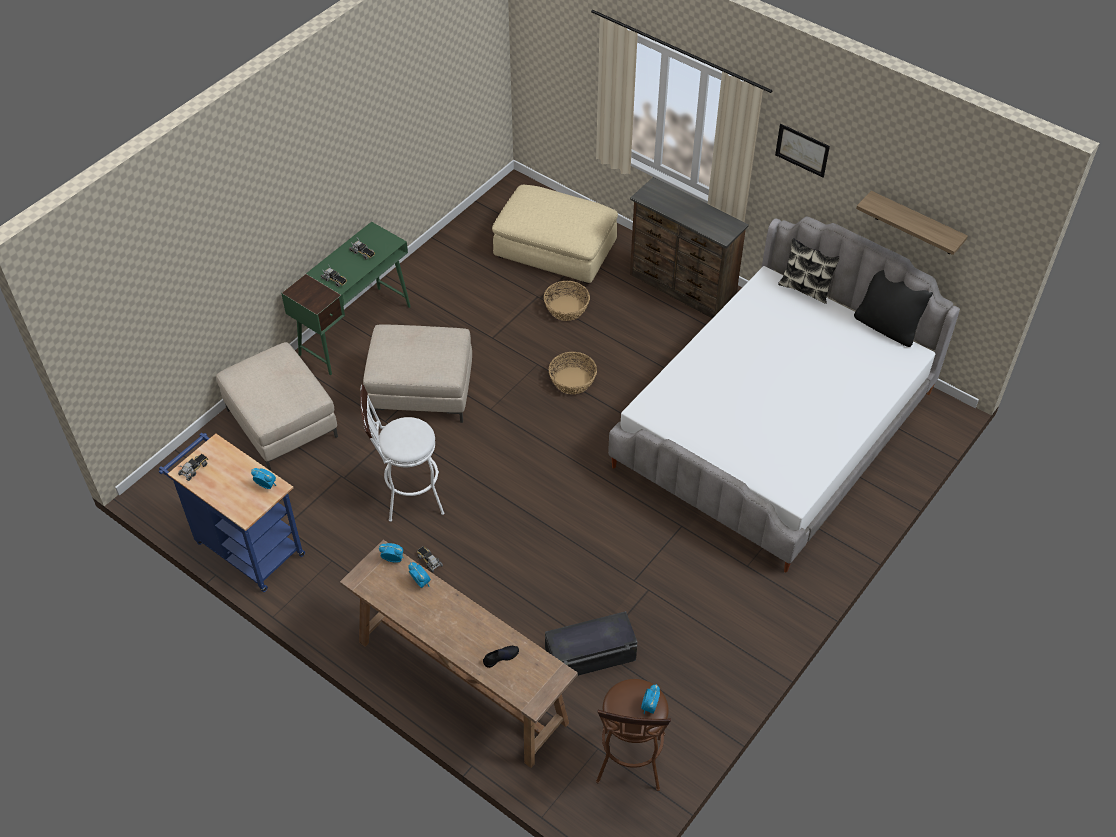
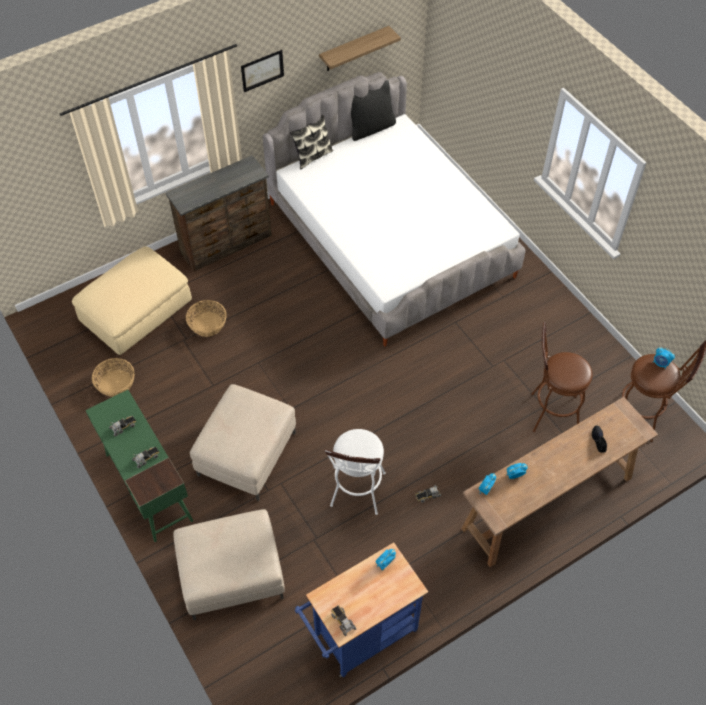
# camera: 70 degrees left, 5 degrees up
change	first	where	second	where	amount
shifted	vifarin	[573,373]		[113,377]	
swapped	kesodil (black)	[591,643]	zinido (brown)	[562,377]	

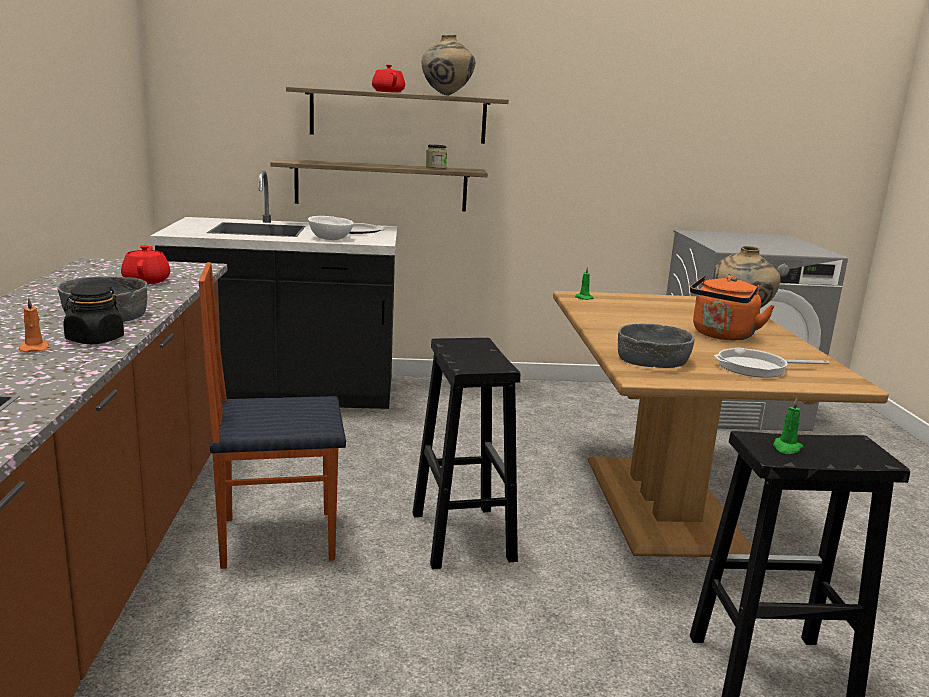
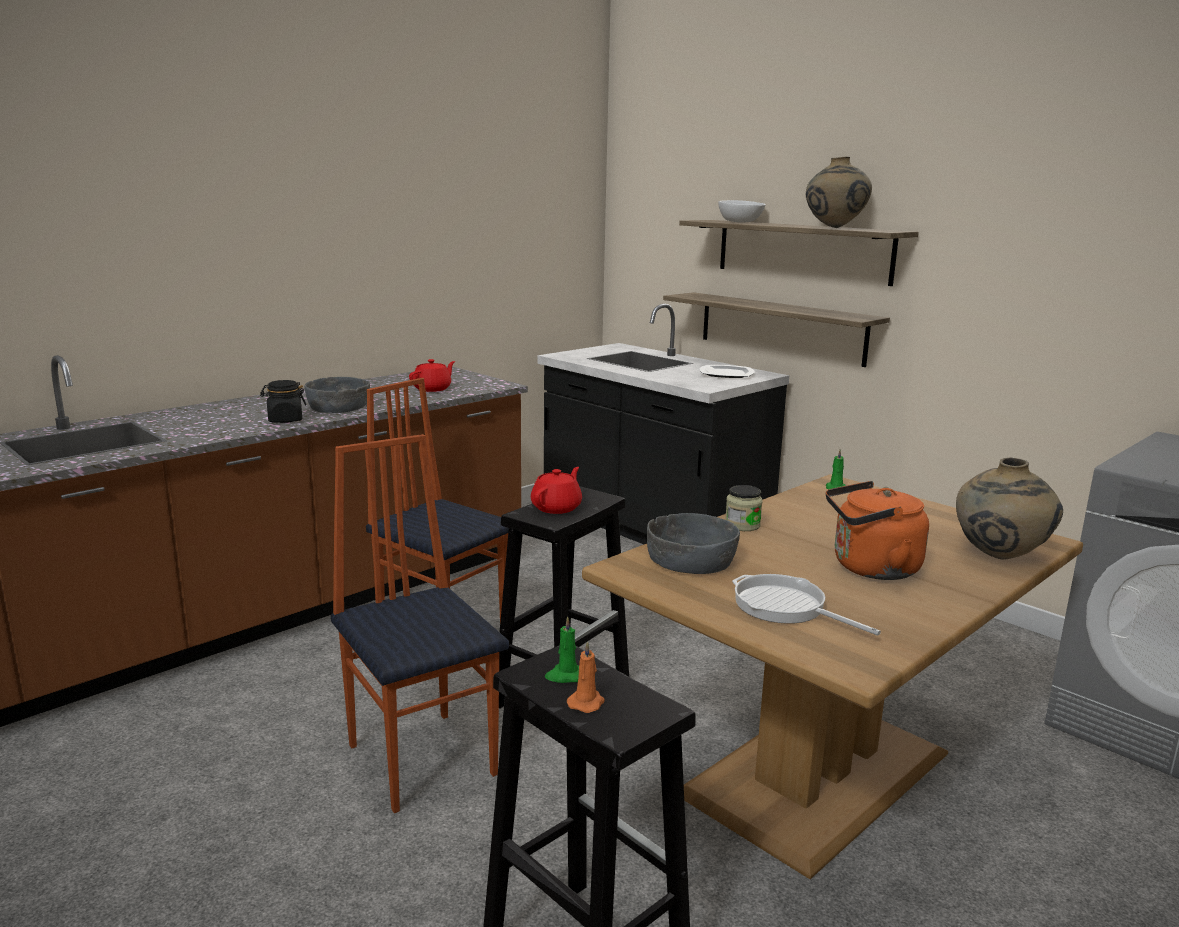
# camera: 50 degrees right, 0 degrees up
change	first	where	second	where	amount
new			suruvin	[420,623]	
shifted	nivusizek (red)	[388,79]		[556,490]	
shifted	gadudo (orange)	[33,324]		[586,677]	
shifted	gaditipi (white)	[331,228]		[742,211]	
shifted	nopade	[436,157]		[744,508]	

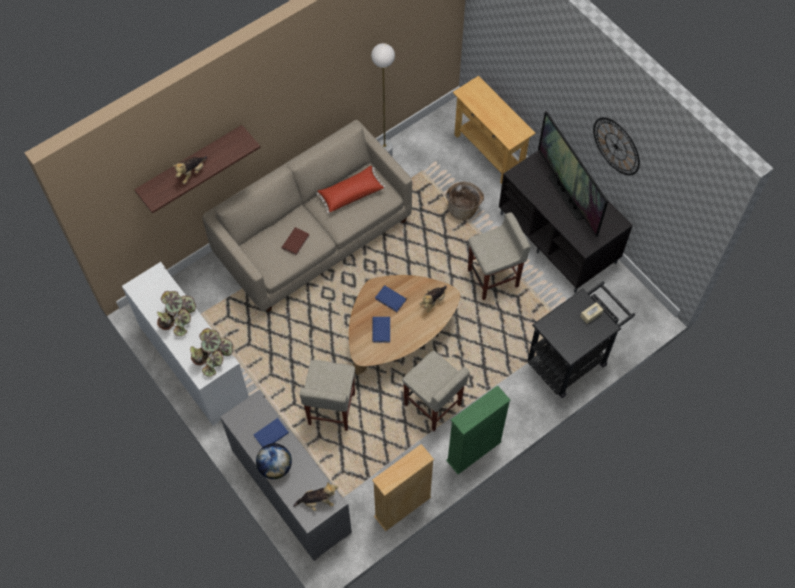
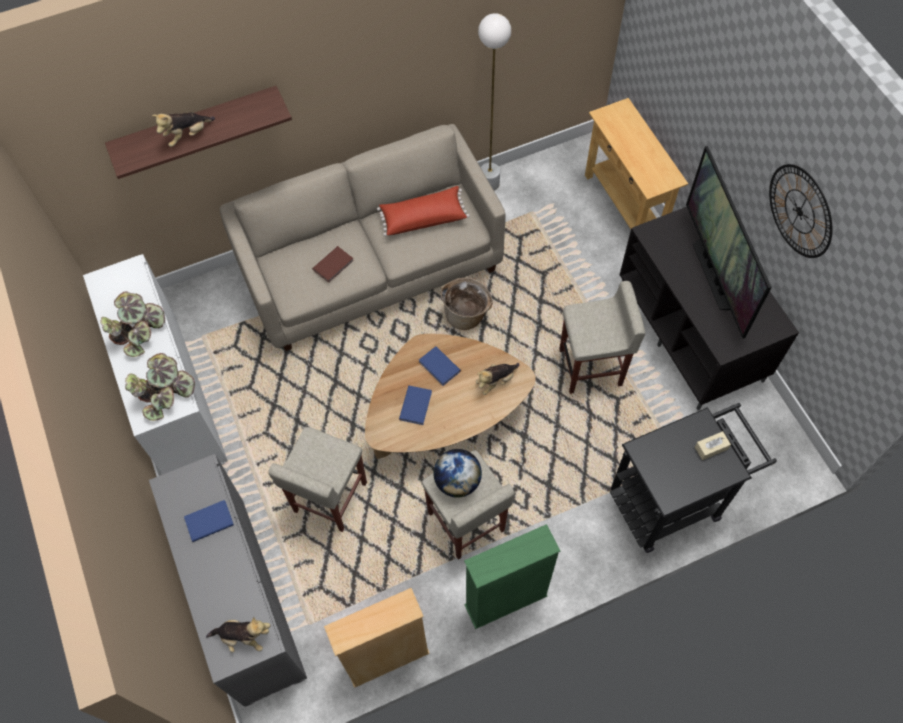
# camera: 15 degrees right, 0 degrees up
change	first	where	second	where	amount
shifted	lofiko	[274,461]		[457,473]	
shifted	vifarin	[465,201]		[467,304]	

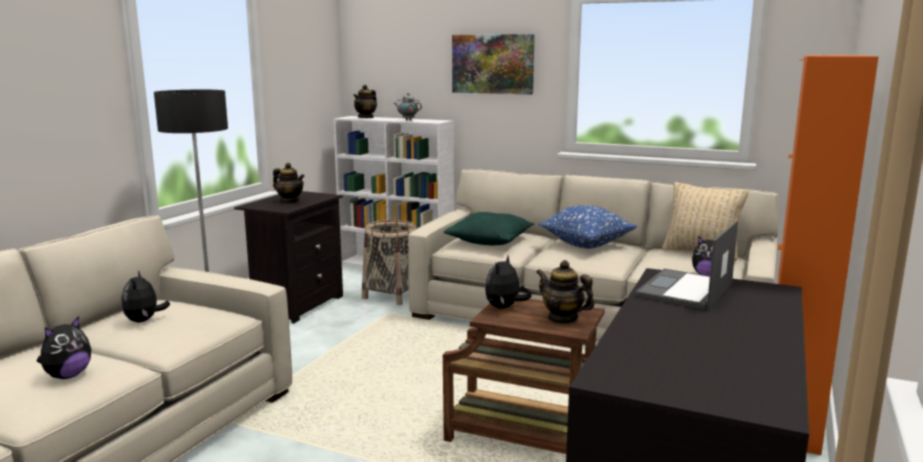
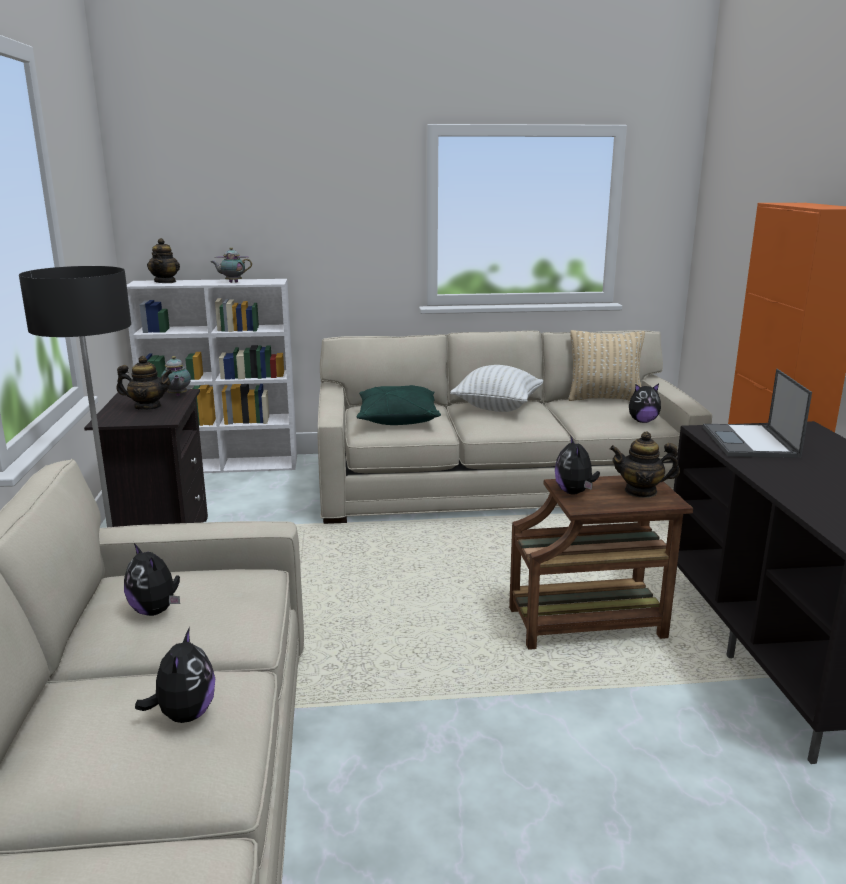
# camera: 30 degrees left, 5 degrees up
change	first	where	second	where	amount
new			nivusizek	[176,376]	
repainted	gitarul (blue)	[587,227]	gitarul (white)	[496,388]	
gone	vifarin	[389,262]			
gone	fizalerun	[493,64]			

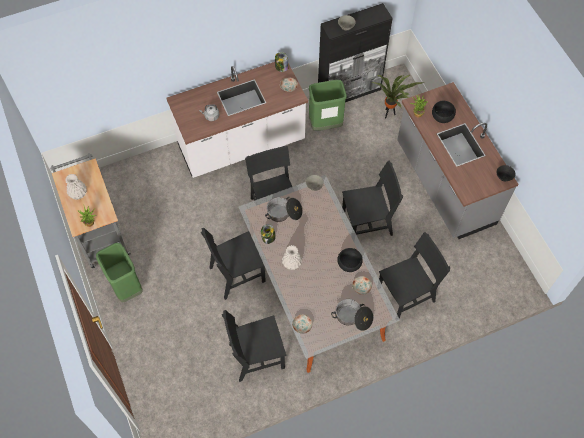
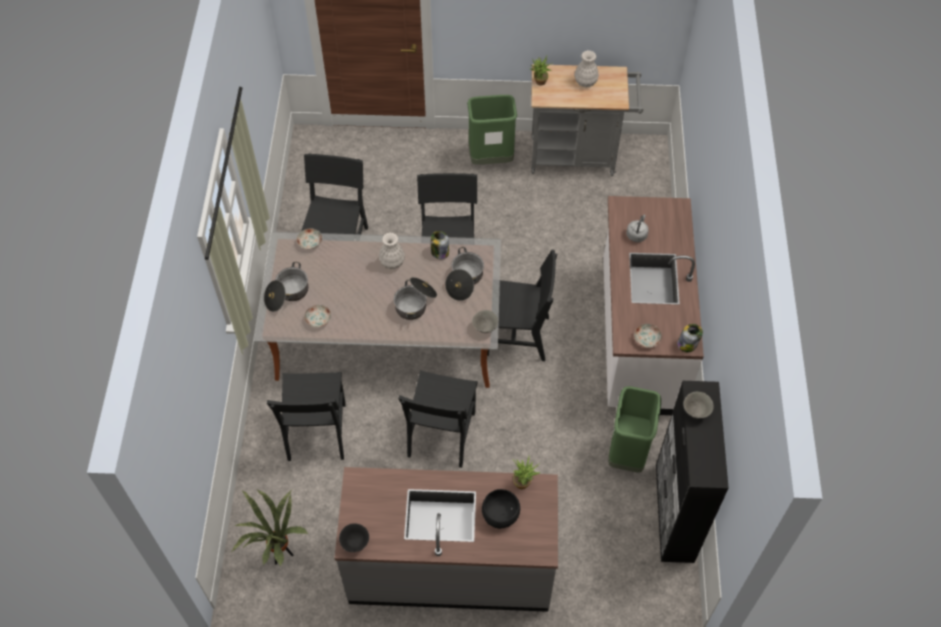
# camera: 115 degrees right, 5 degrees down
change	first	where	second	where	amount
shifted	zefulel	[397,97]		[270,528]	
new			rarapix	[415,298]	
gone	gaditipi (black)	[350,260]			

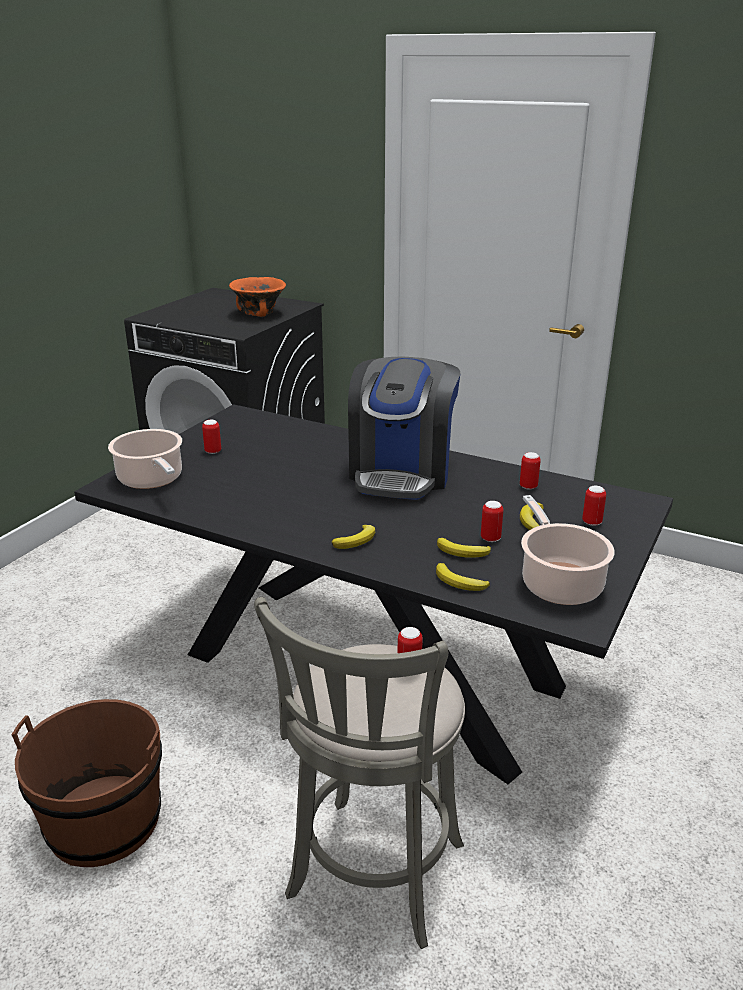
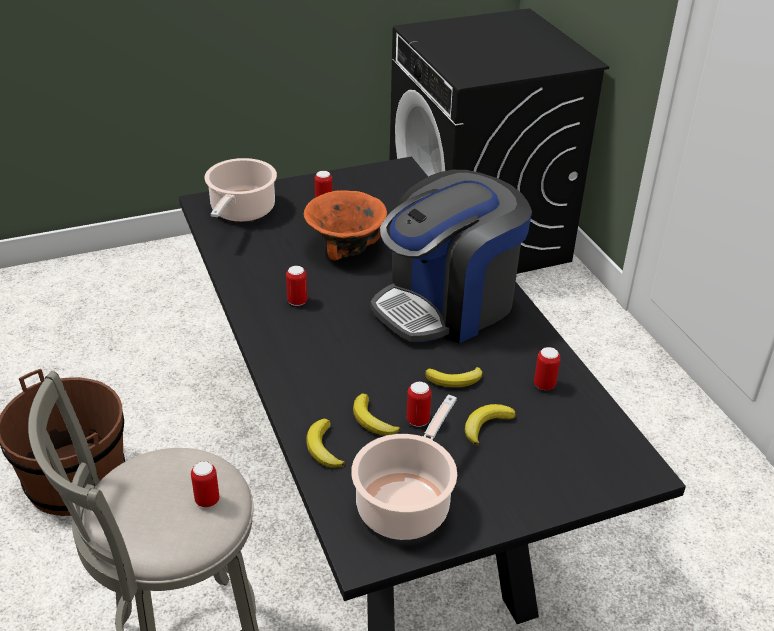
# camera: 40 degrees right, 10 degrees up
change	first	where	second	where	amount
shifted	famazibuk	[594,506]		[296,286]	
shifted	gaditipi (orange)	[257,297]		[345,225]	
shifted	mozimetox	[353,537]		[453,377]	

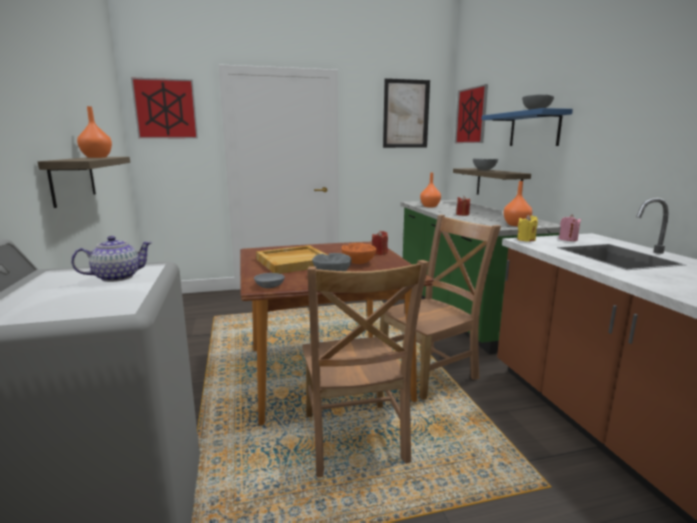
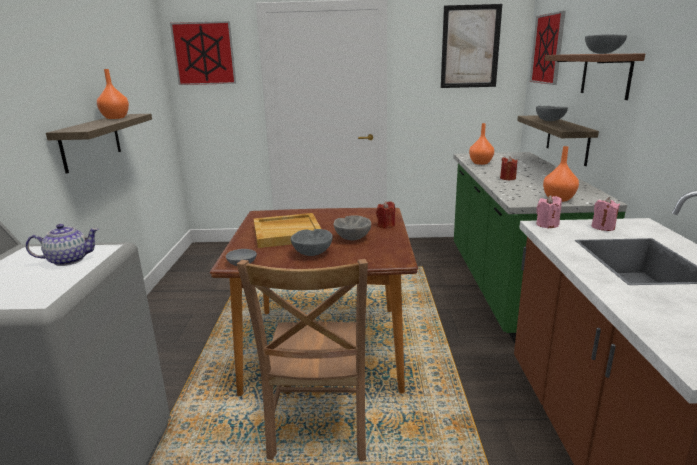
# camera: 15 degrees right, 5 degrees up
change	first	where	second	where	amount
repainted	gaditipi (orange)	[359,253]	gaditipi (grey)	[352,227]	
repainted	gadudo (yellow)	[527,228]	gadudo (pink)	[549,211]	
repainted	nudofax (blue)	[527,127]	nudofax (brown)	[595,77]	
gone	suruvin (brown)	[440,307]			

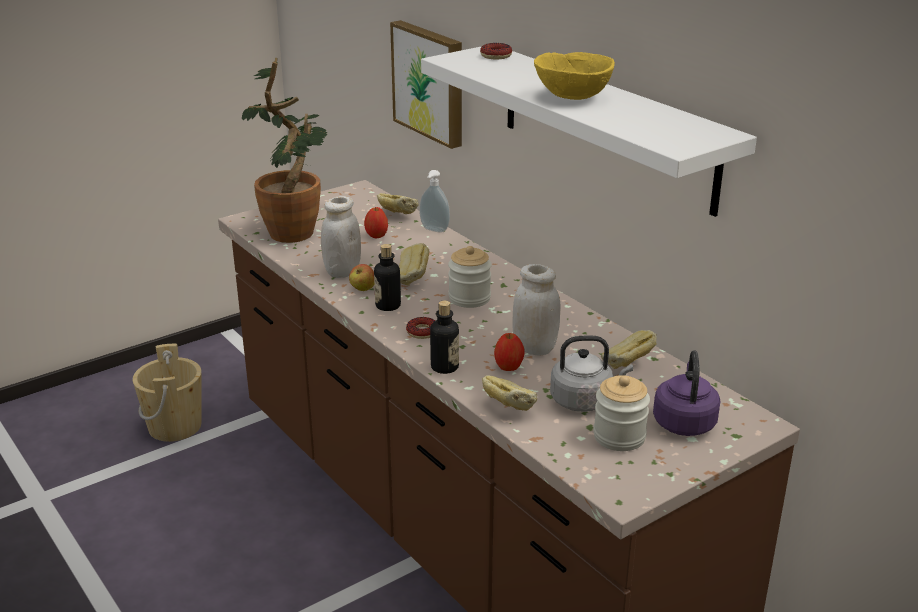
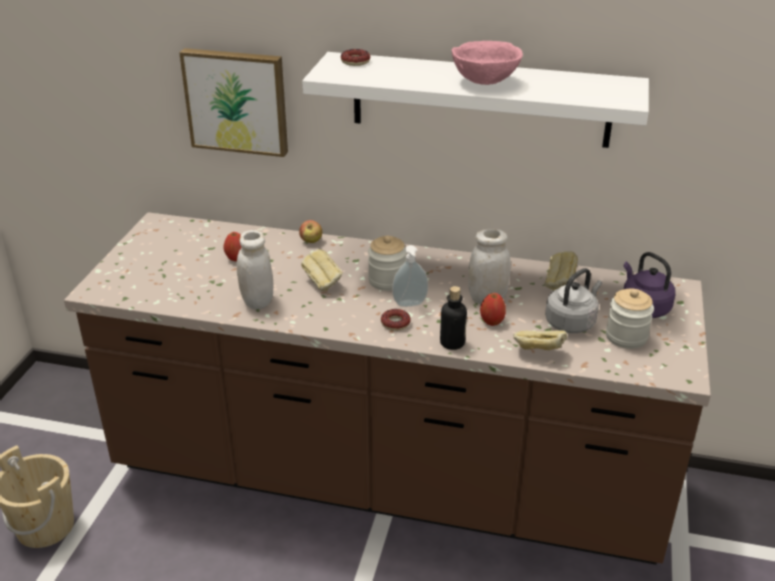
# camera: 40 degrees left, 5 degrees up
change	first	where	second	where	amount
shifted	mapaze	[361,277]		[310,231]	
shifted	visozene	[434,201]		[410,276]	
repainted	gaditipi (yellow)	[574,76]	gaditipi (pink)	[487,63]	
gone	zefulel	[285,150]			
gone	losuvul	[387,277]			
gone	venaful	[398,203]			

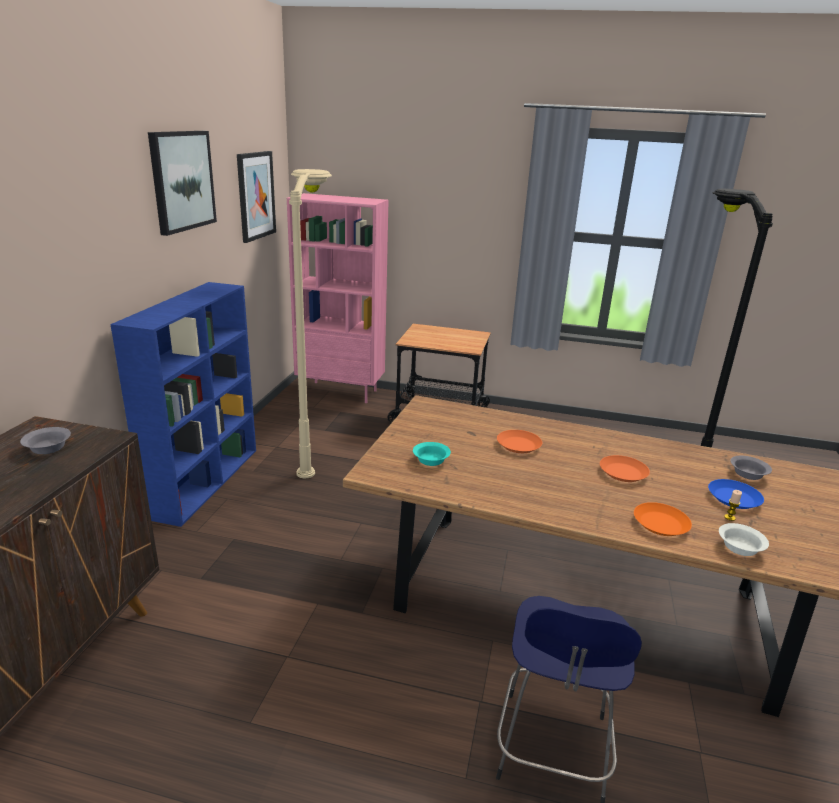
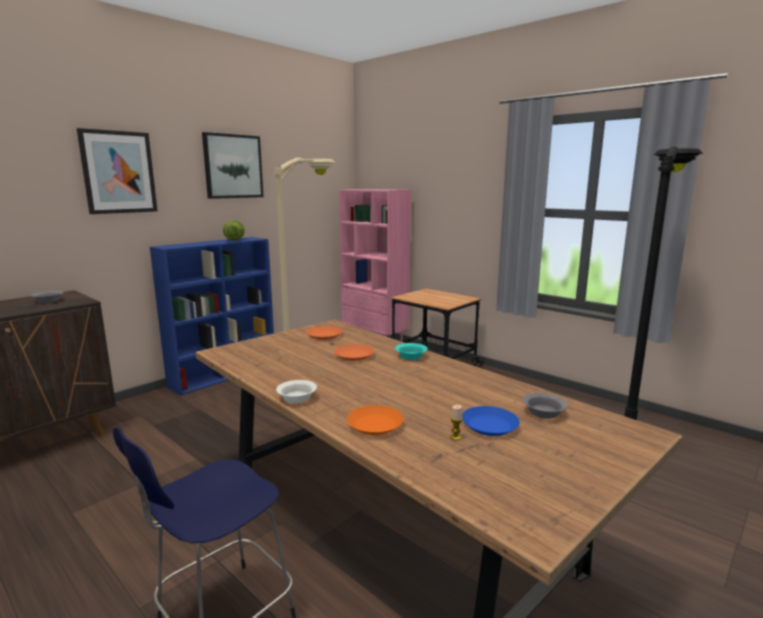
# camera: 30 degrees right, 10 degrees down
change	first	where	second	where	amount
shifted	fizalerun	[256,197]		[117,171]	
new			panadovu	[233,230]	
shifted	gaditipi (white)	[744,539]		[296,391]	
shifted	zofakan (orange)	[625,468]		[324,333]	
shifted	gaditipi (turquoise)	[432,454]		[411,351]	

